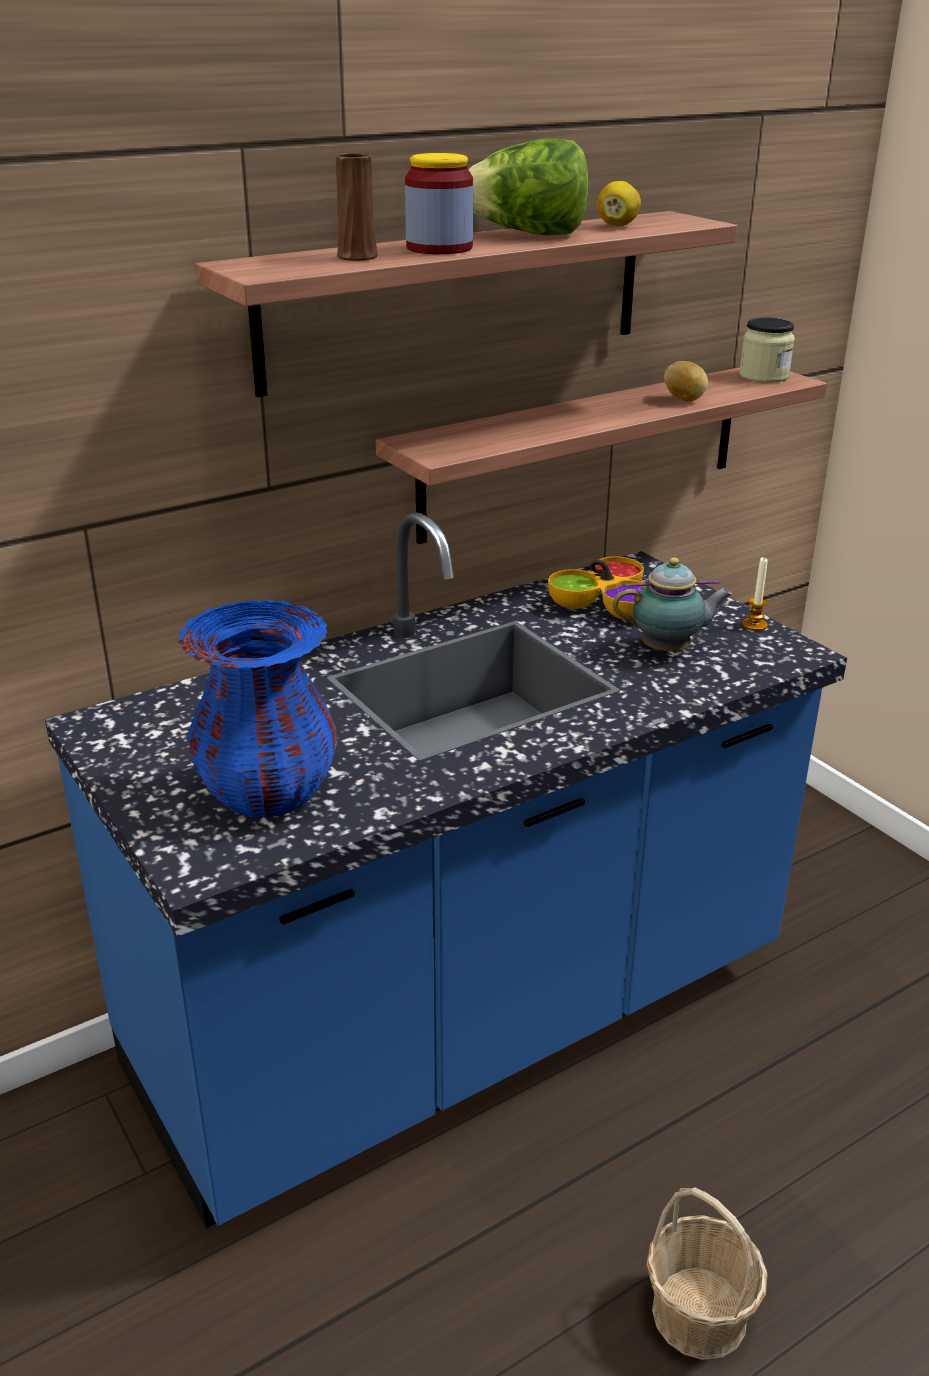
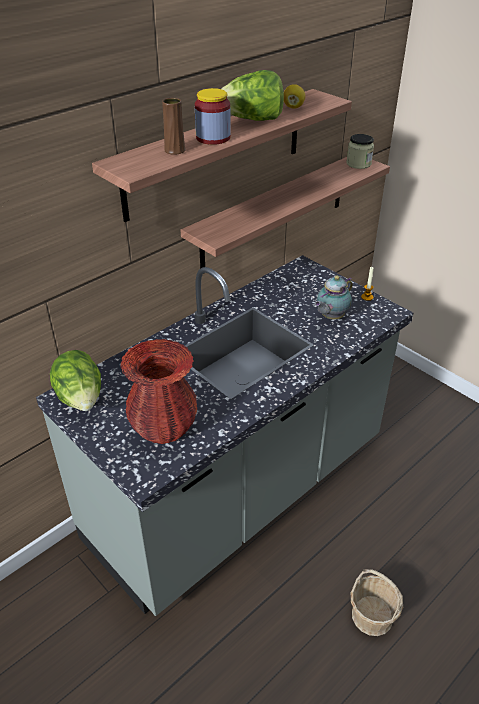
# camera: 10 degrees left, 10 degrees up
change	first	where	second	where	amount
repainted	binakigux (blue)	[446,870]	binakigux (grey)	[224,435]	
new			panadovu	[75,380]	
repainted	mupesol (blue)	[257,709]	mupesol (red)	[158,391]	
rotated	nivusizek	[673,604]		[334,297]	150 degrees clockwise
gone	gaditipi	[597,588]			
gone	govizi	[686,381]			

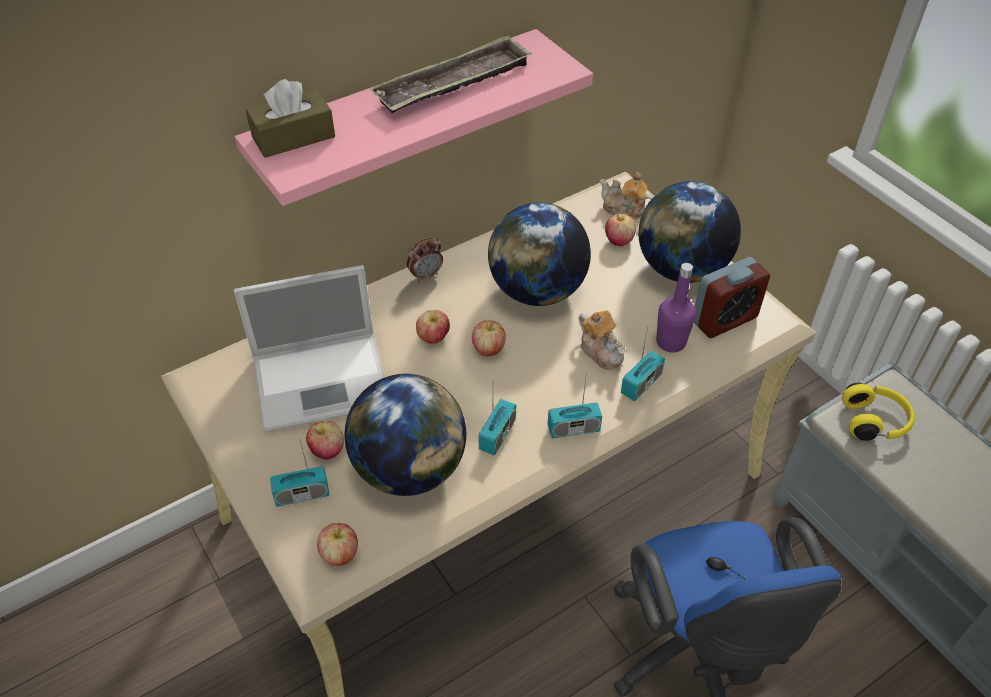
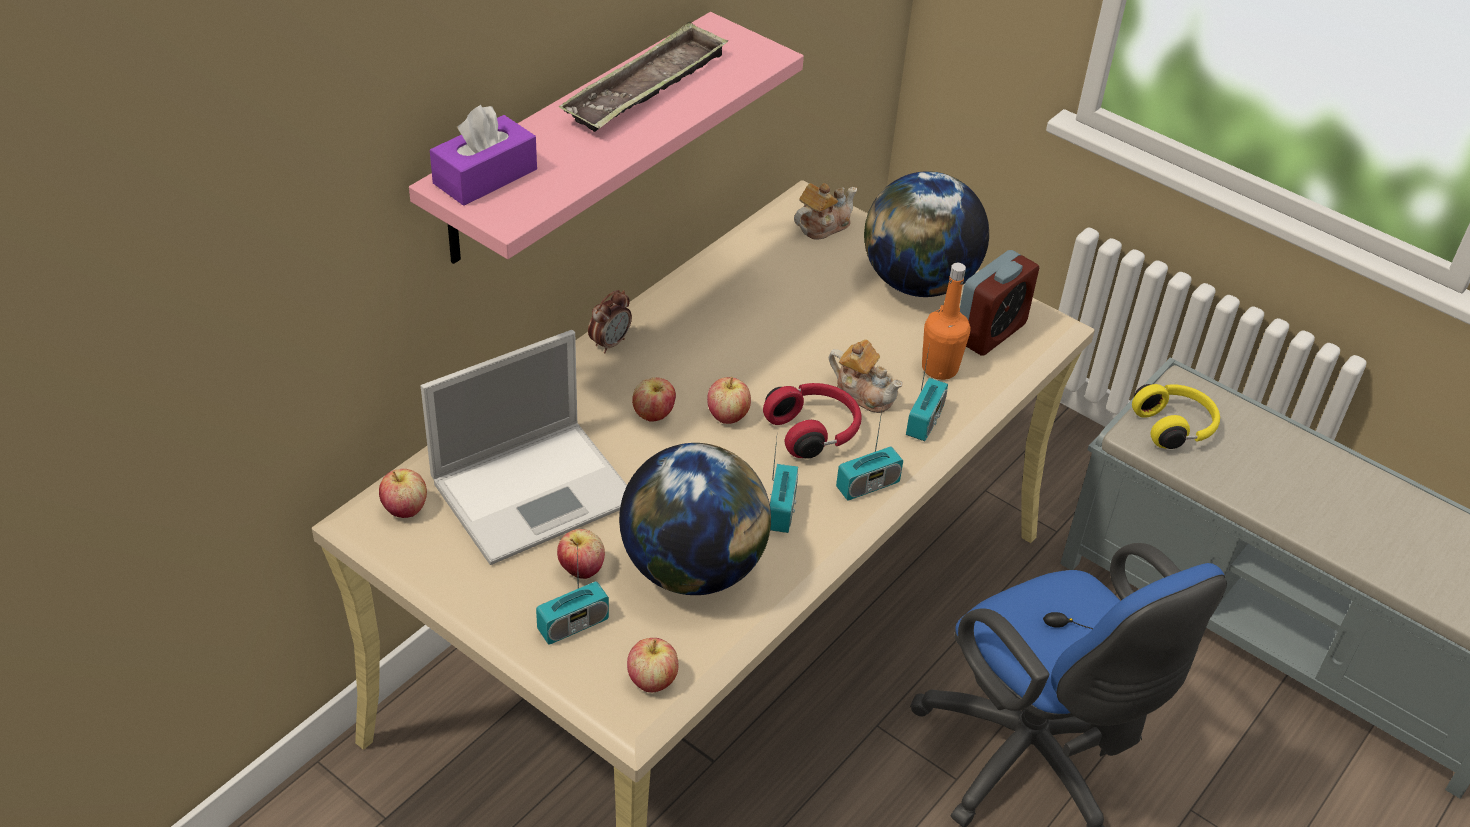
# camera: 20 degrees left, 5 degrees down
change	first	where	second	where	amount
shifted	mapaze	[620,230]		[403,493]	
repainted	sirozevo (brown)	[290,118]	sirozevo (purple)	[483,155]	
new			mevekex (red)	[812,421]	
rotated	nivusizek	[627,196]		[825,211]	135 degrees clockwise
repainted	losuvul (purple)	[676,308]	losuvul (orange)	[946,321]	
gone	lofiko	[539,254]			

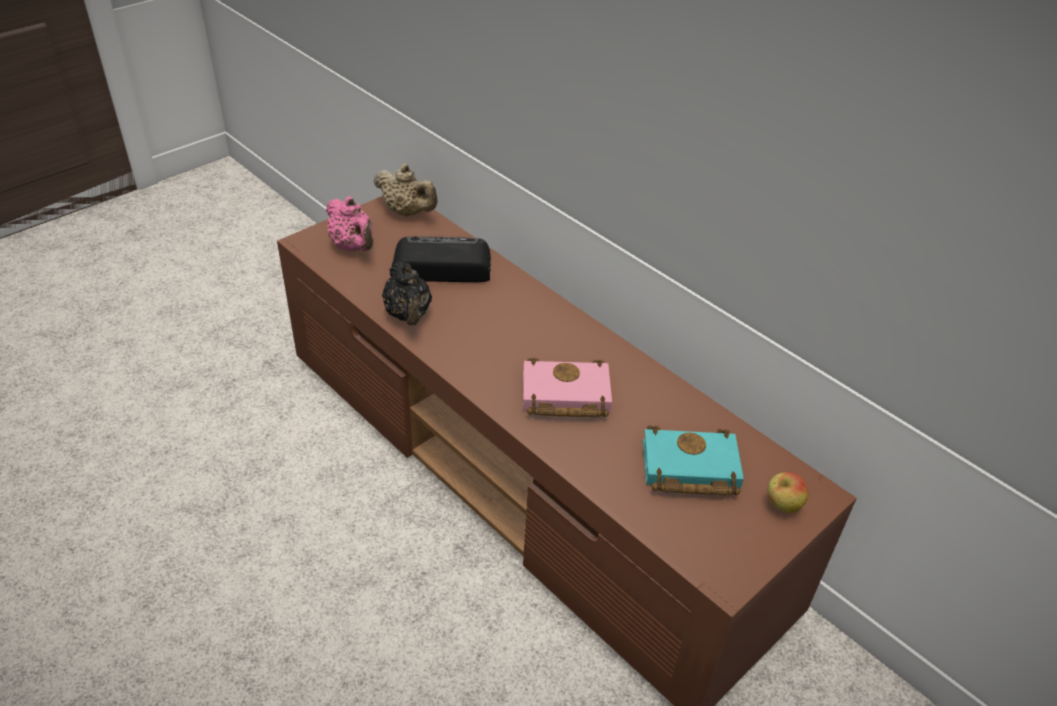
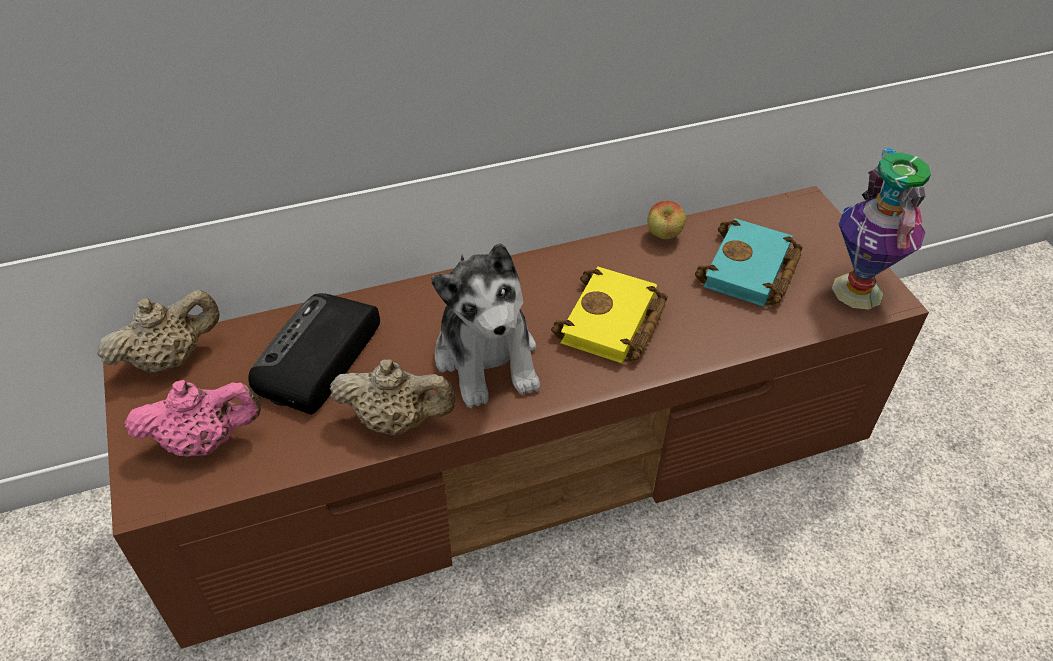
# camera: 65 degrees left, 5 degrees up
change	first	where	second	where	amount
repainted	nivusizek (black)	[407,293]	nivusizek (beige)	[393,397]	
new			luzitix	[485,325]	
repainted	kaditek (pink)	[567,387]	kaditek (yellow)	[609,315]	
shifted	mapaze	[787,492]		[666,220]	
new			mupesol	[881,229]	

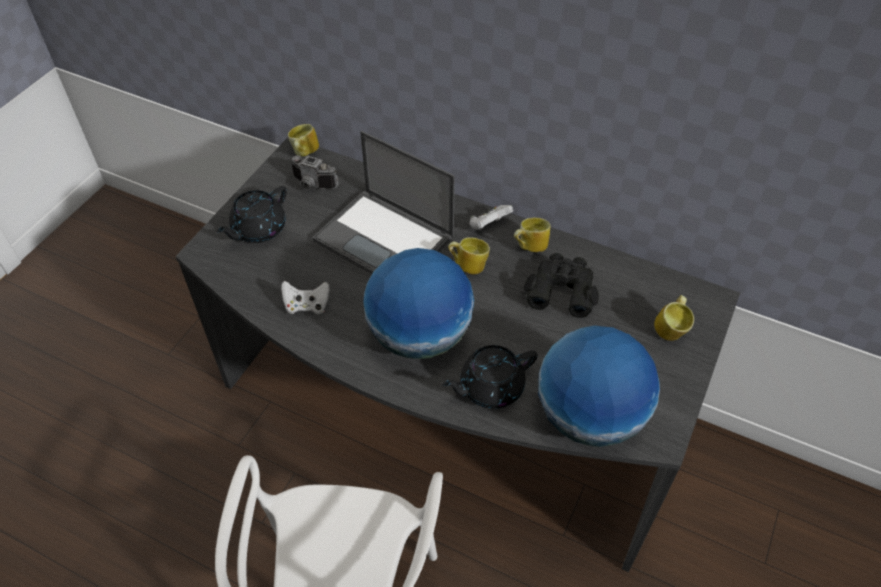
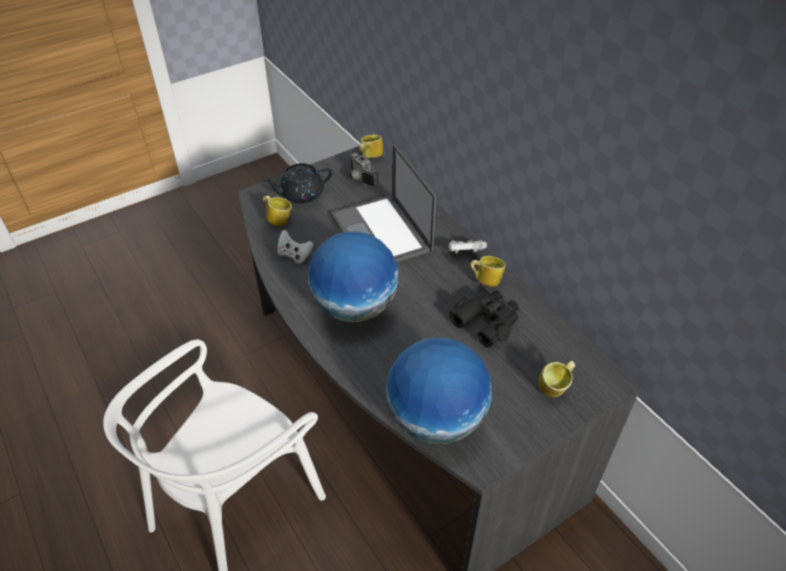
# camera: 30 degrees right, 5 degrees down
change	first	where	second	where	amount
shifted	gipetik	[469,255]		[277,210]	
gone	nivusizek (black)	[490,377]			

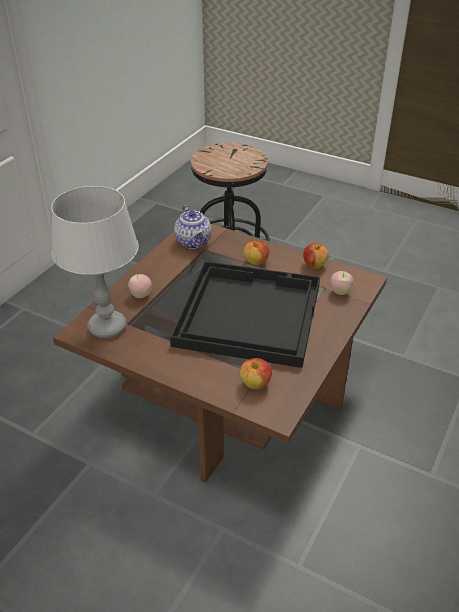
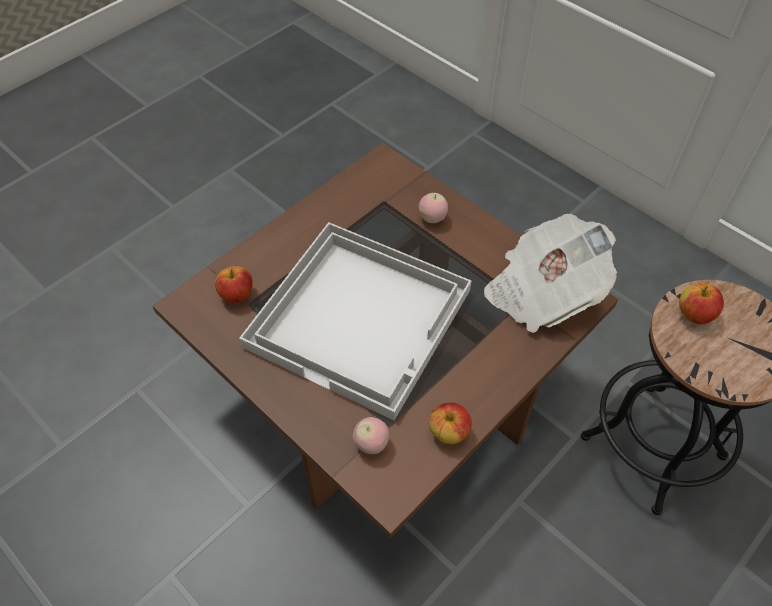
# camera: 105 degrees right, 15 degrees up
change	first	where	second	where	amount
repainted	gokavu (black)	[245,314]	gokavu (white)	[355,321]	
swapped	nivusizek	[193,227]	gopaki	[550,273]	
shifted	mapaze	[256,252]		[701,303]	
gone	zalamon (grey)	[95,262]			

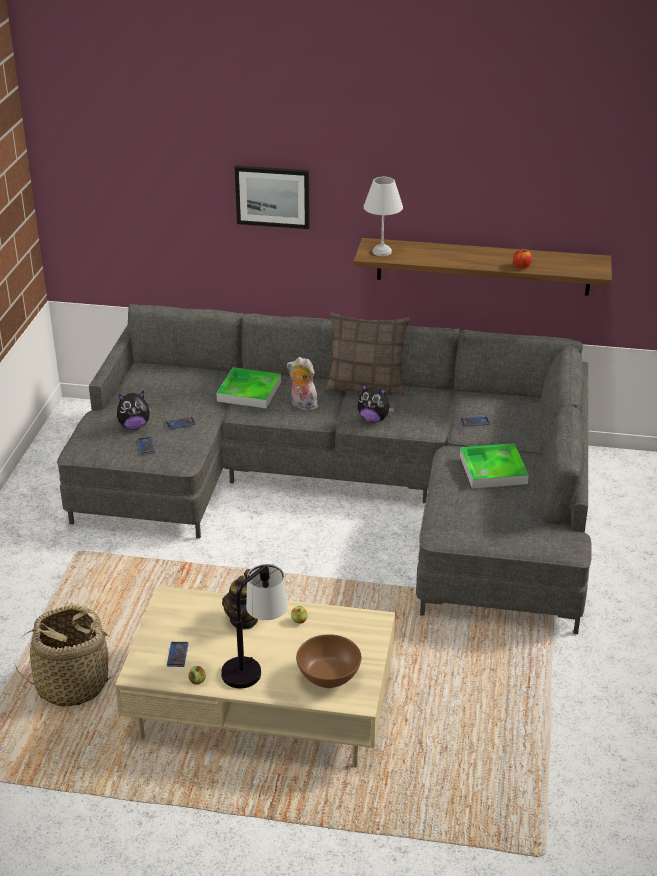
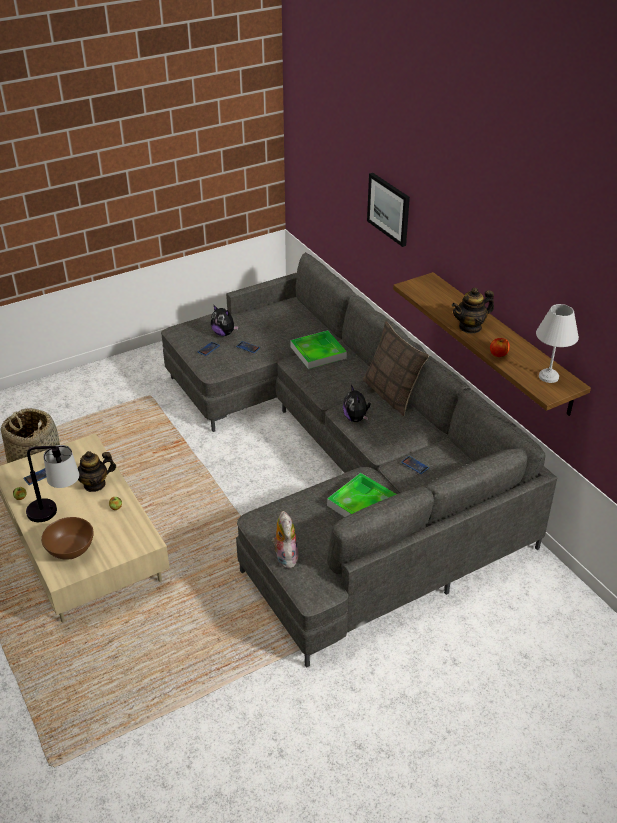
# camera: 50 degrees right, 5 degrees up
change	first	where	second	where	amount
shifted	luzitix	[302,384]		[285,539]	
new			nivusizek	[473,310]	
shifted	zalamon (white)	[383,216]		[557,343]	

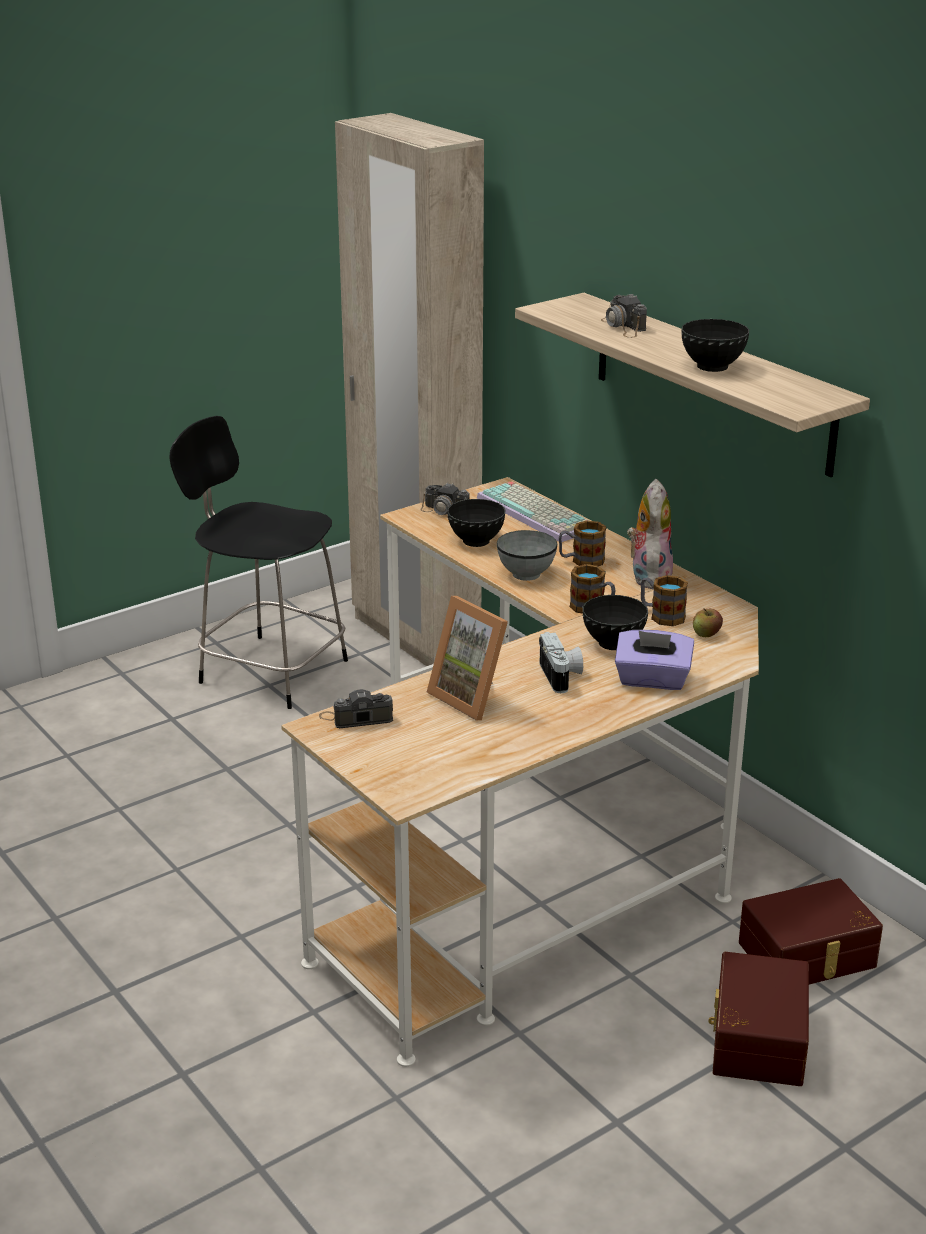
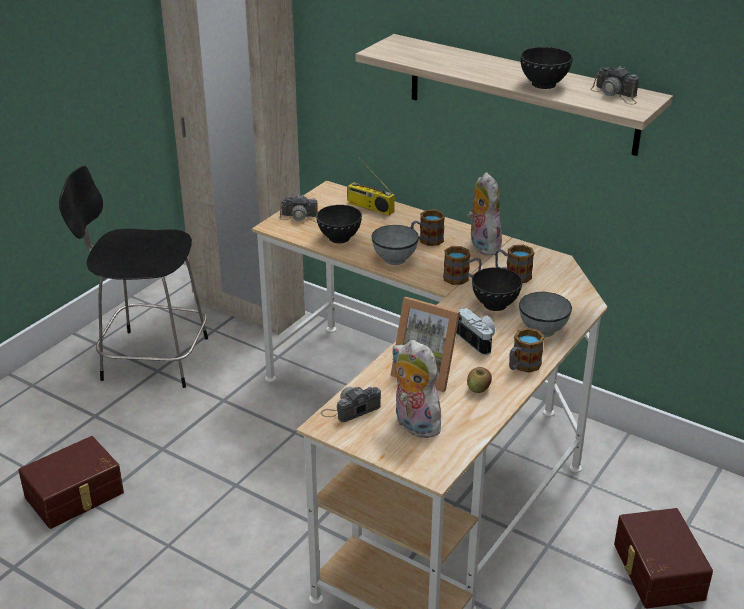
# camera: 20 degrees left, 5 degrees up
change	first	where	second	where	amount
shifted	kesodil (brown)	[811,931]		[71,482]	
swapped	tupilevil	[533,511]	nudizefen	[371,186]	
new			luzitix	[417,389]	
shifted	mapaze	[708,622]		[479,380]	
new			gipetik	[527,350]	
swapped	sirozevo (purple)	[654,660]	gaditipi (grey)	[545,314]	
shifted	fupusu	[624,316]		[614,85]	

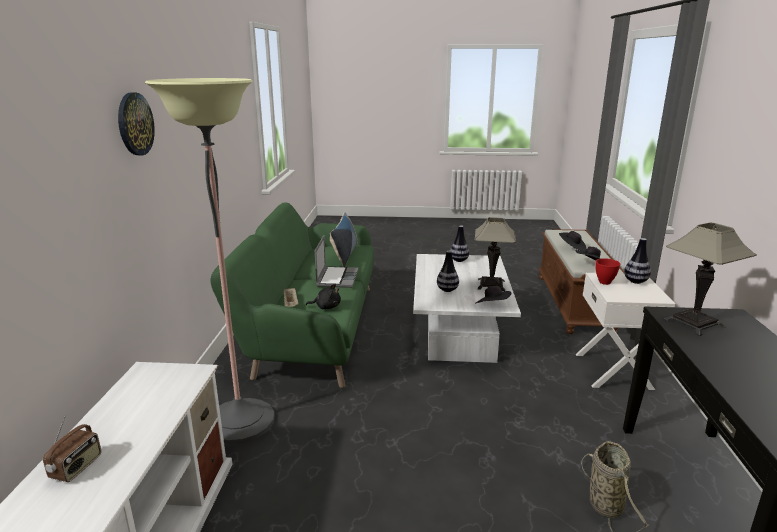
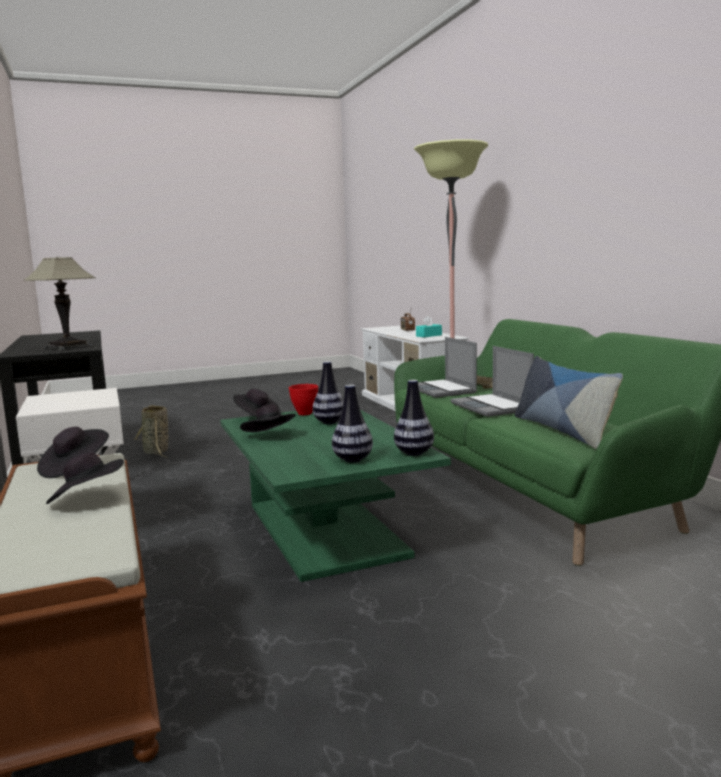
# camera: 155 degrees right, 10 degrees down
change	first	where	second	where	amount
repainted	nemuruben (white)	[467,308]	nemuruben (green)	[335,496]	
swapped	zalamon	[495,254]	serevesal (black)	[268,418]	
shifted	gaditipi (red)	[607,271]		[303,399]	
shifted	mupesol	[637,261]		[414,418]	
swapped	luzitix (black)	[323,296]	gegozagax	[442,367]	
new			sirozevo (turquoise)	[429,326]	
gone	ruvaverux	[136,123]			

